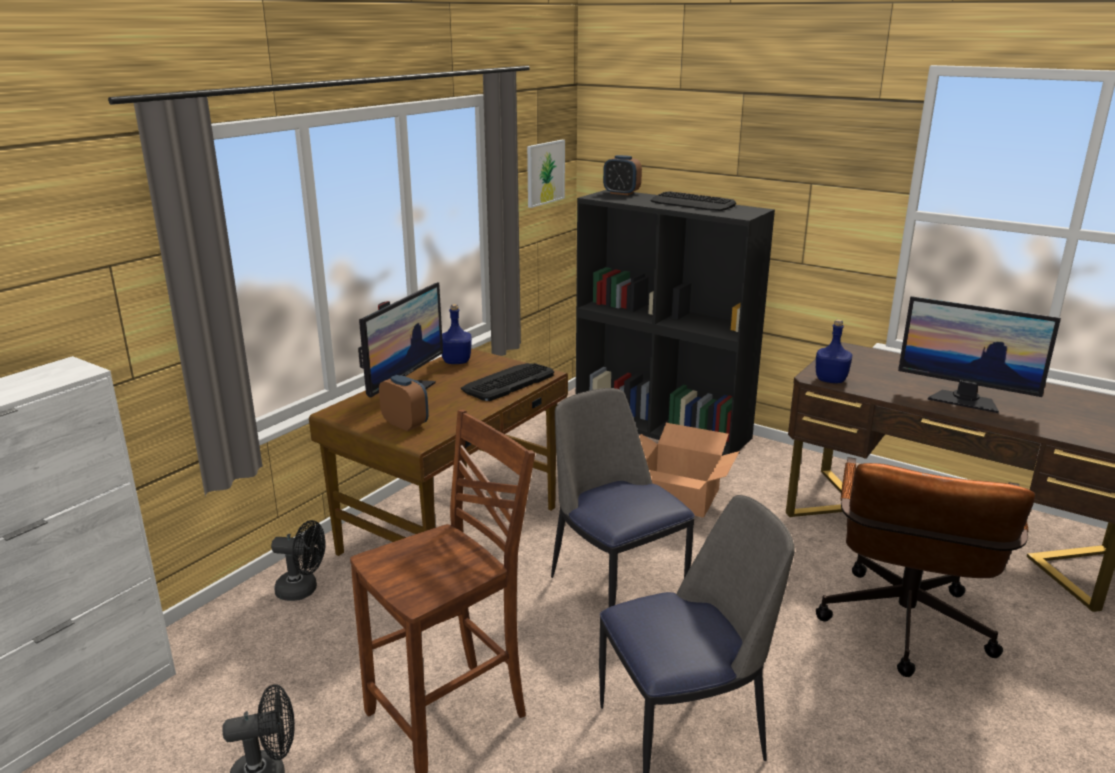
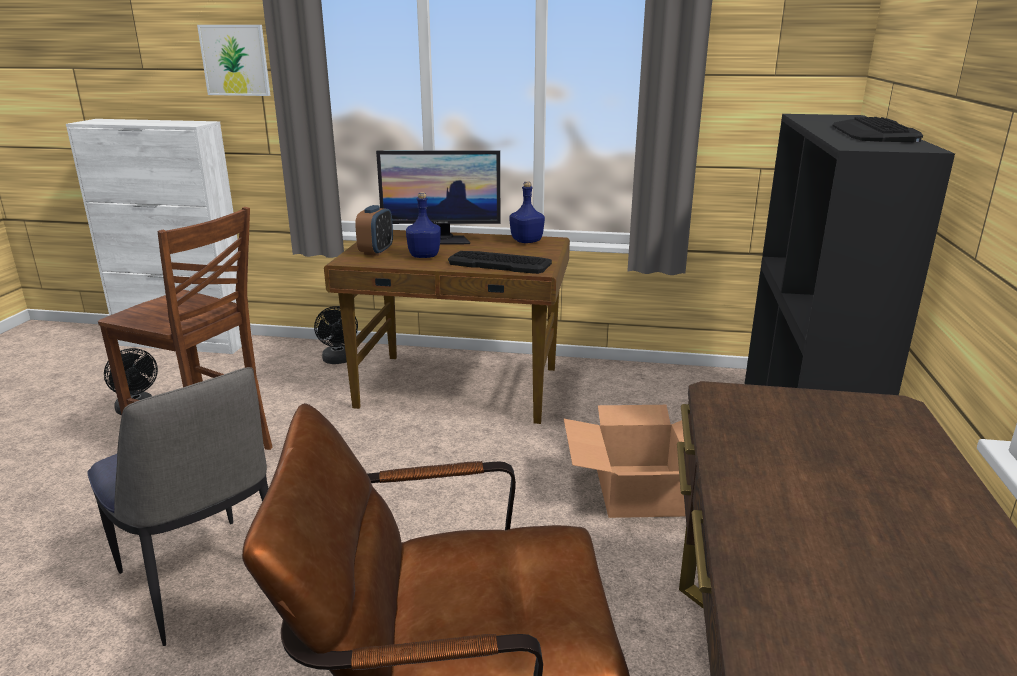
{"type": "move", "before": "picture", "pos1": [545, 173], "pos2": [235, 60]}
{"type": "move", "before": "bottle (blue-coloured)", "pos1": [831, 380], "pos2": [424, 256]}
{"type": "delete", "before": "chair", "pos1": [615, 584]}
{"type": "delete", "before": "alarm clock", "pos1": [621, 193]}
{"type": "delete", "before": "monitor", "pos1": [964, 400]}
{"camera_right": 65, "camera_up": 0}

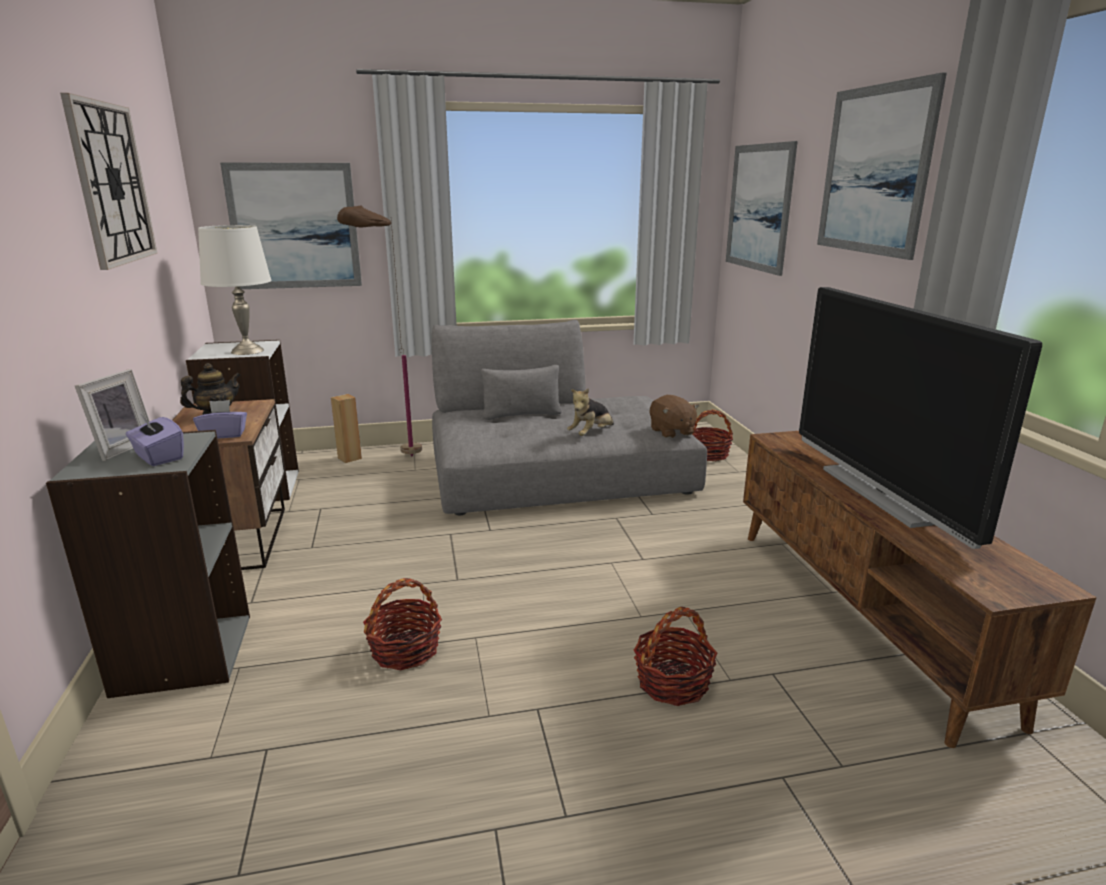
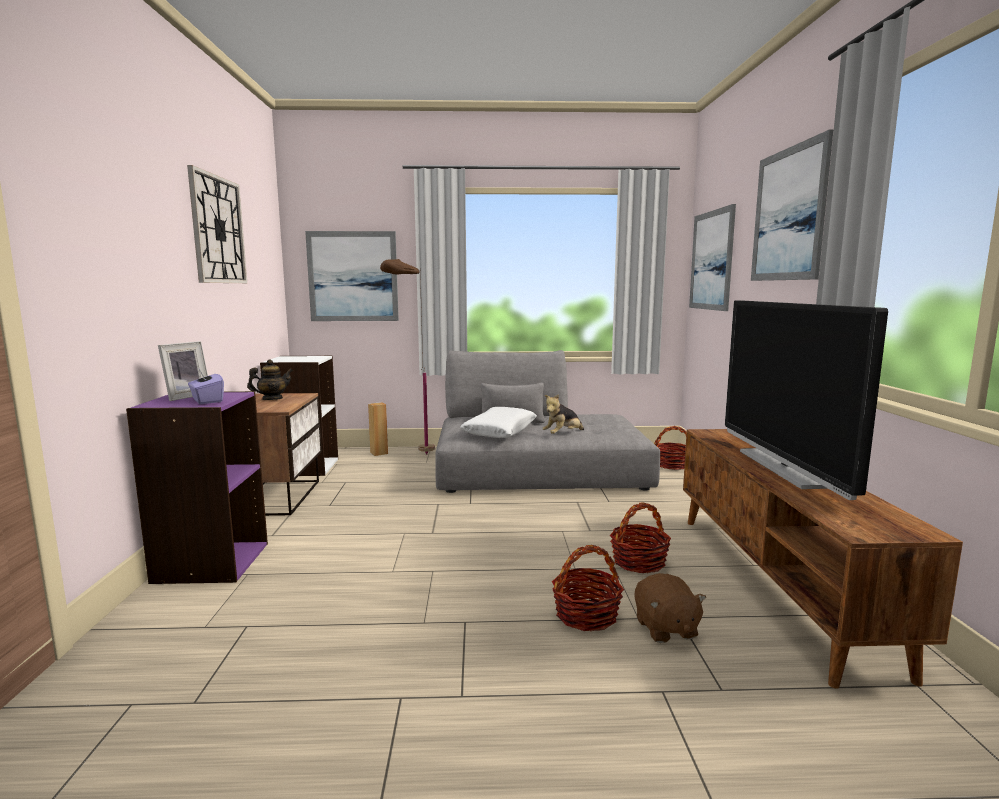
{"type": "recolor", "before": "bookshelf (greyish)", "after": "bookshelf (purplish)", "pos1": [182, 654], "pos2": [211, 562]}
{"type": "insert", "after": "throw pillow (white-coloured)", "pos2": [499, 431]}
{"type": "move", "before": "household basket", "pos1": [405, 649], "pos2": [639, 562]}
{"type": "move", "before": "cuddly toy (brownish)", "pos1": [671, 432], "pos2": [665, 628]}
{"type": "delete", "before": "tissue box (purplish)", "pos1": [224, 434]}
{"type": "delete", "before": "tabletop lamp (white-coloured)", "pos1": [247, 351]}
{"camera_right": 10, "camera_up": -10}

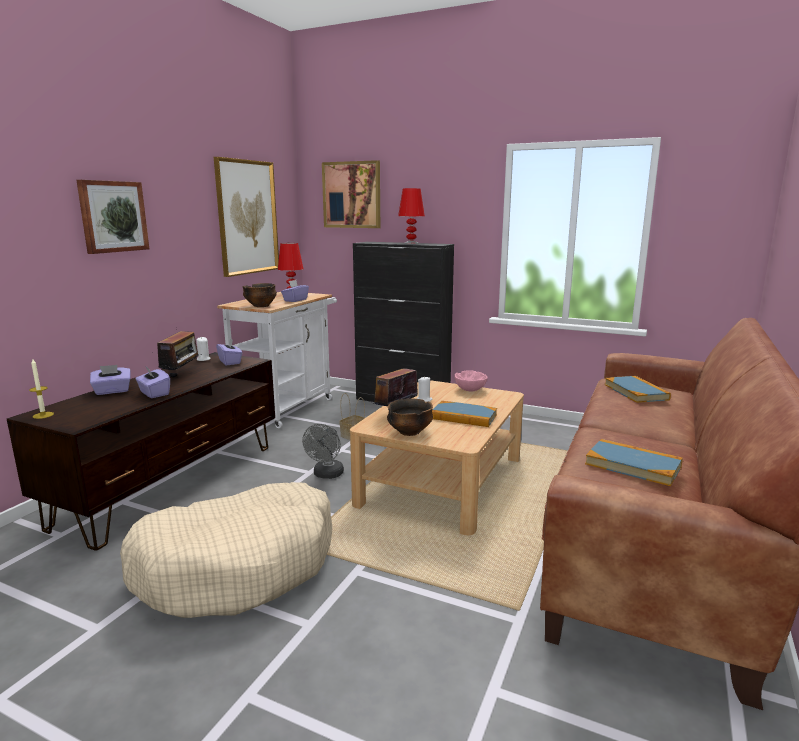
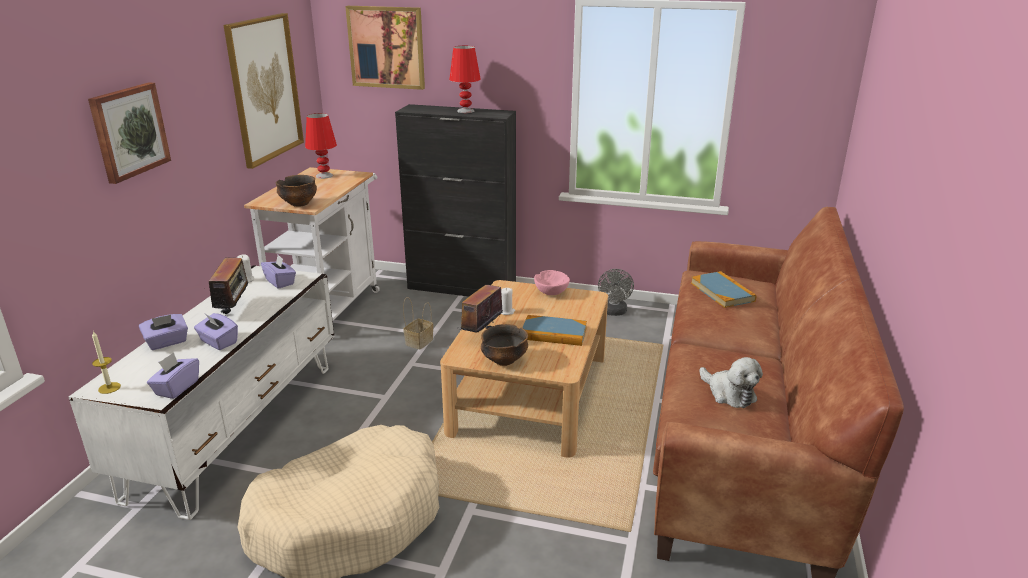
{"type": "recolor", "before": "tv unit (brownish)", "after": "tv unit (white-coloured)", "pos1": [173, 483], "pos2": [237, 427]}
{"type": "move", "before": "tissue box (purplish)", "pos1": [295, 300], "pos2": [176, 388]}
{"type": "move", "before": "cooling fan (greyish)", "pos1": [326, 475], "pos2": [614, 312]}
{"type": "replace", "before": "book", "after": "cuddly toy", "pos1": [633, 465], "pos2": [729, 393]}
{"camera_right": -10, "camera_up": 10}

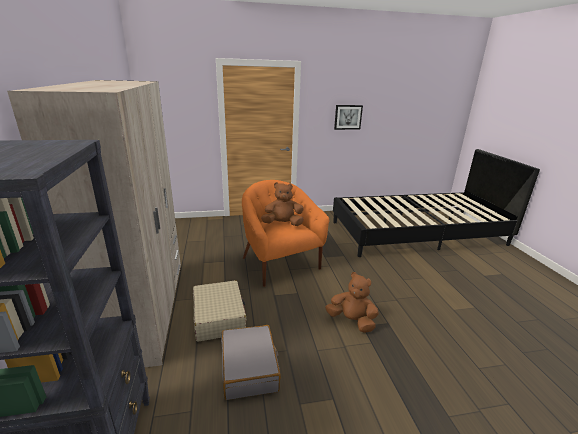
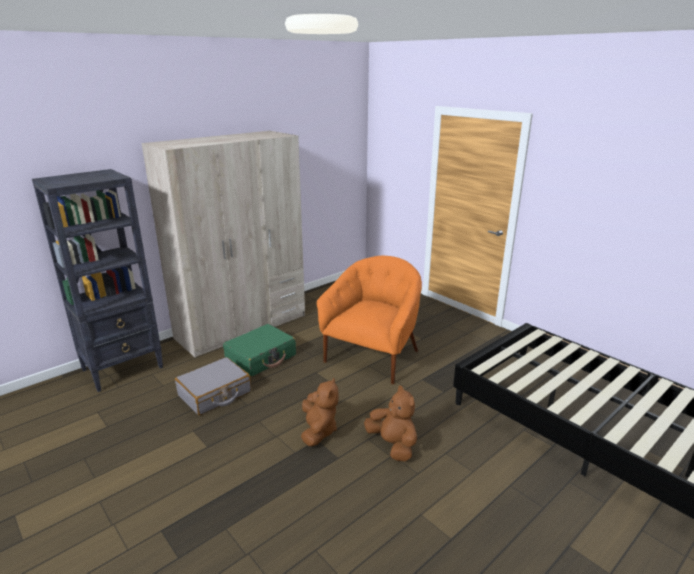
{"type": "recolor", "before": "suitcase (beige)", "after": "suitcase (green)", "pos1": [219, 317], "pos2": [261, 358]}
{"type": "move", "before": "cuddly toy (brownish)", "pos1": [283, 224], "pos2": [393, 445]}
{"type": "delete", "before": "picture", "pos1": [348, 117]}
{"camera_right": 60, "camera_up": 0}

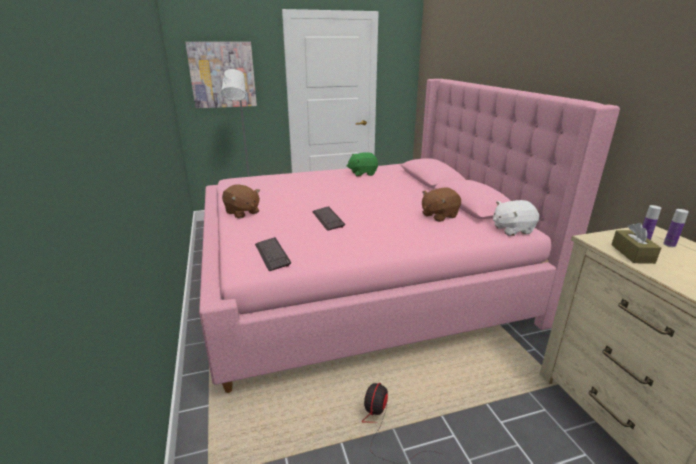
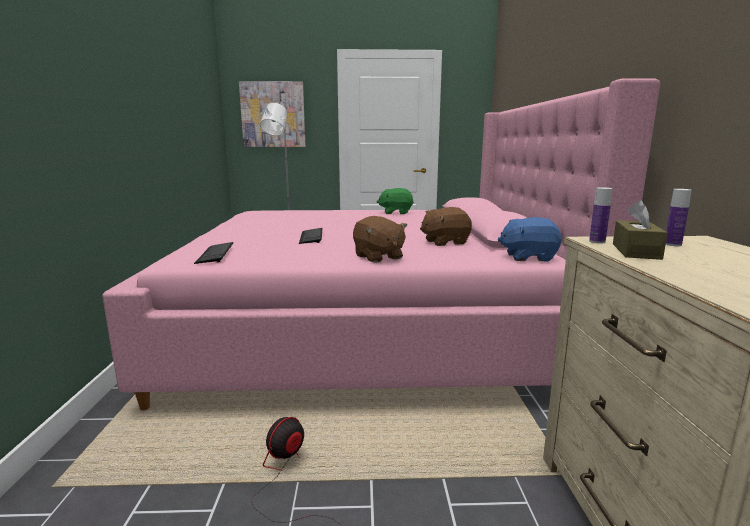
{"type": "move", "before": "cuddly toy (brownish)", "pos1": [242, 213], "pos2": [378, 257]}
{"type": "recolor", "before": "cuddly toy (white-coloured)", "after": "cuddly toy (blue-coloured)", "pos1": [512, 229], "pos2": [528, 257]}
{"type": "move", "before": "bottle", "pos1": [669, 245], "pos2": [597, 241]}
{"camera_right": 15, "camera_up": -10}

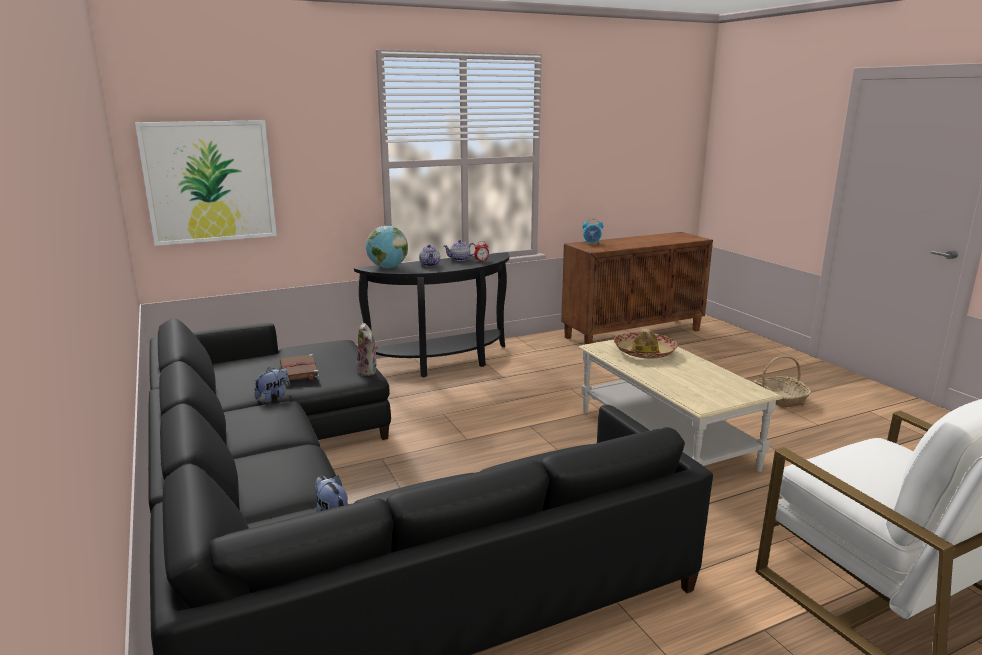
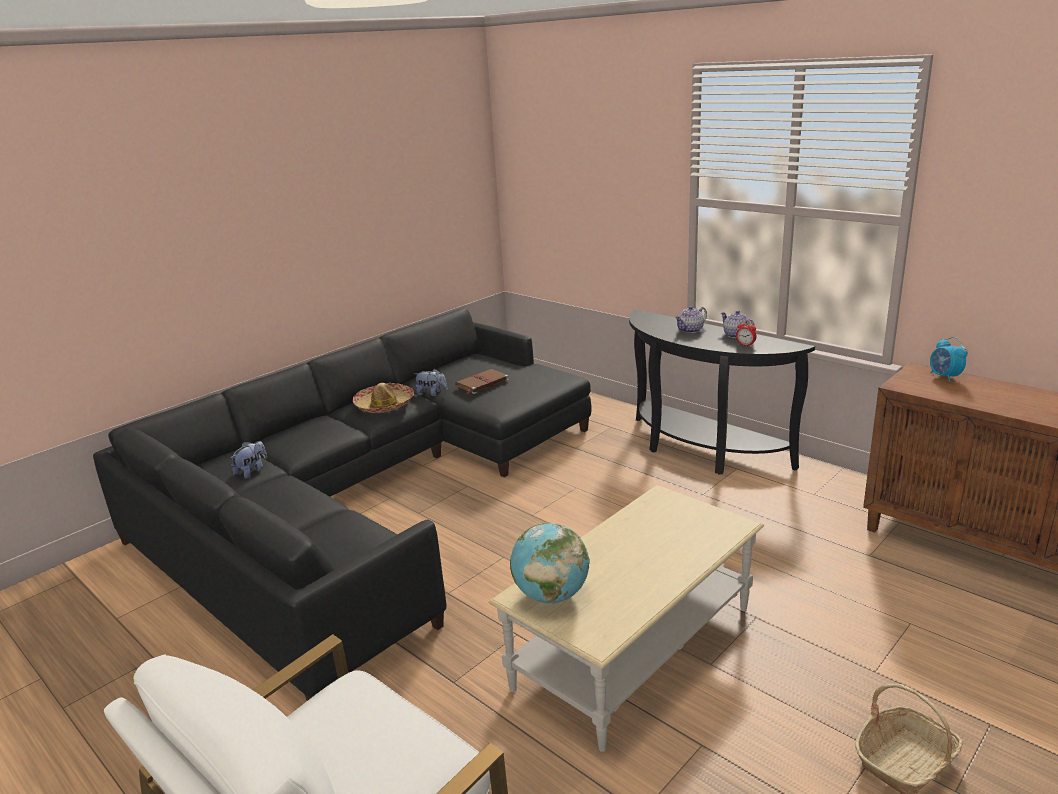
{"type": "move", "before": "hat", "pos1": [644, 352], "pos2": [384, 405]}
{"type": "move", "before": "globe", "pos1": [387, 267], "pos2": [551, 595]}
{"type": "delete", "before": "picture", "pos1": [209, 182]}
{"type": "delete", "before": "cuddly toy", "pos1": [369, 371]}
{"camera_right": 70, "camera_up": 5}

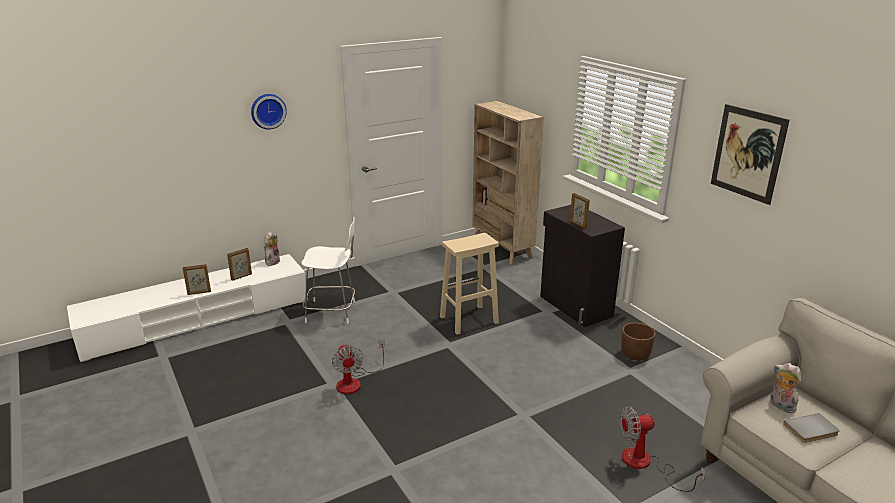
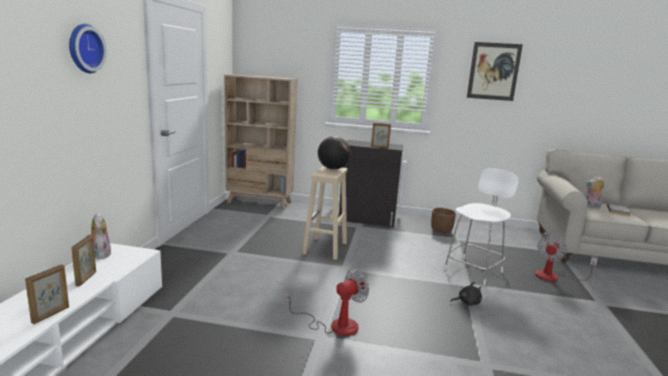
{"type": "rotate", "before": "cooling fan", "pos1": [355, 382], "pos2": [334, 325], "turn": -60}
{"type": "insert", "after": "globe", "pos2": [332, 169]}
{"type": "move", "before": "sitting stool (white-coloured)", "pos1": [333, 312], "pos2": [474, 270]}
{"type": "insert", "after": "cuddly toy (black)", "pos2": [467, 302]}
{"camera_right": -50, "camera_up": -10}

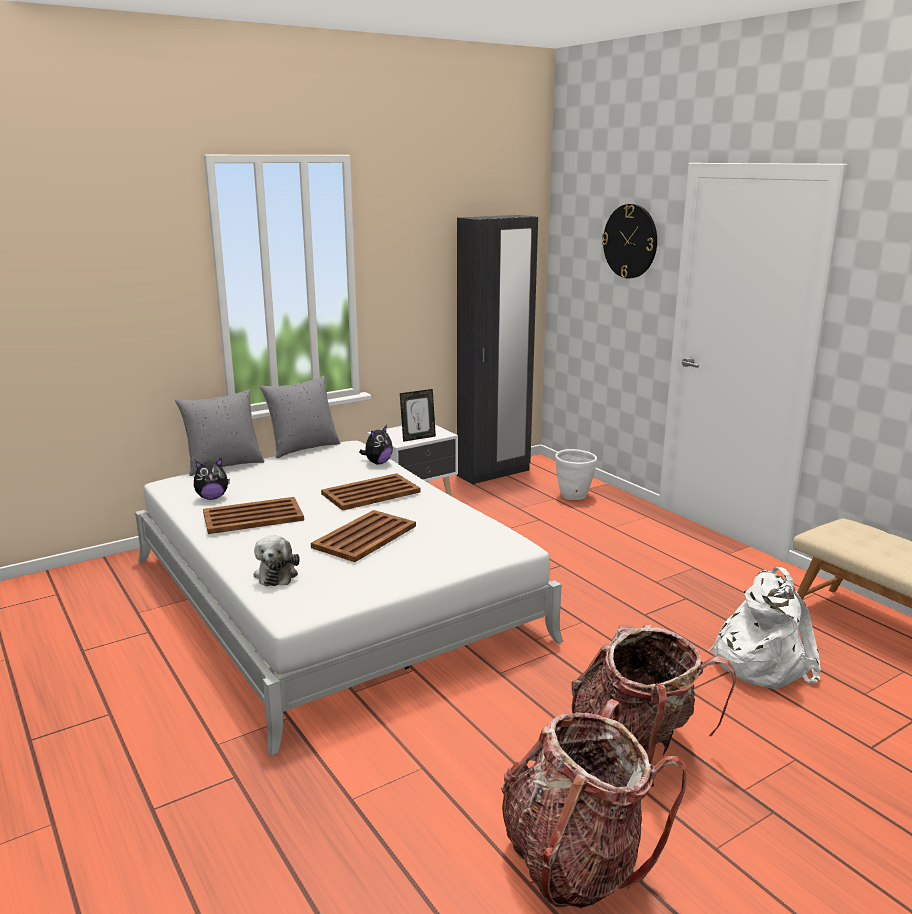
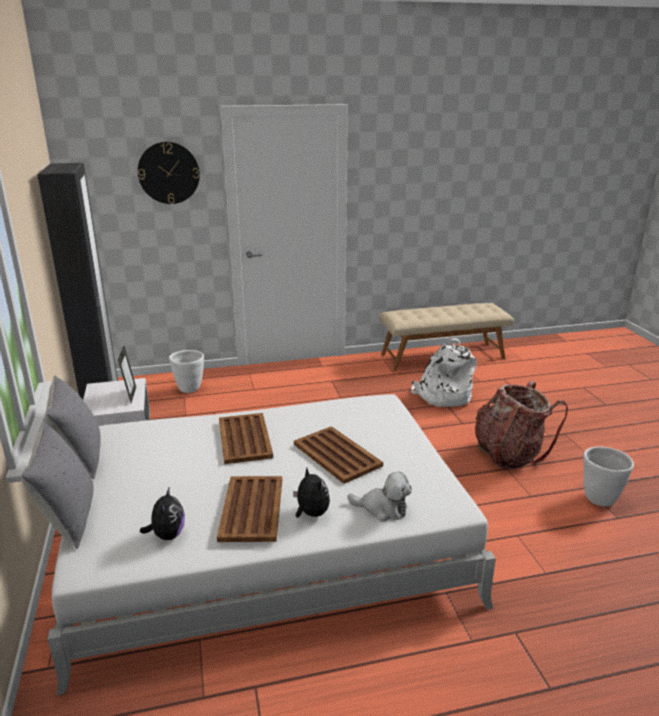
{"type": "move", "before": "cuddly toy", "pos1": [378, 463], "pos2": [311, 513]}
{"type": "replace", "before": "rucksack", "after": "flower pot (white-coloured)", "pos1": [575, 860], "pos2": [599, 498]}
{"camera_right": -70, "camera_up": 5}

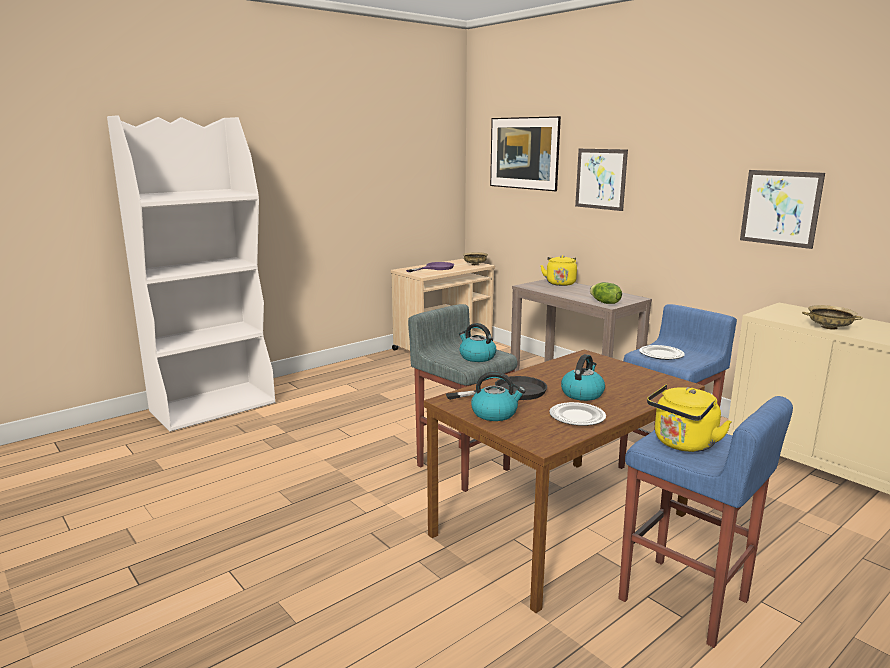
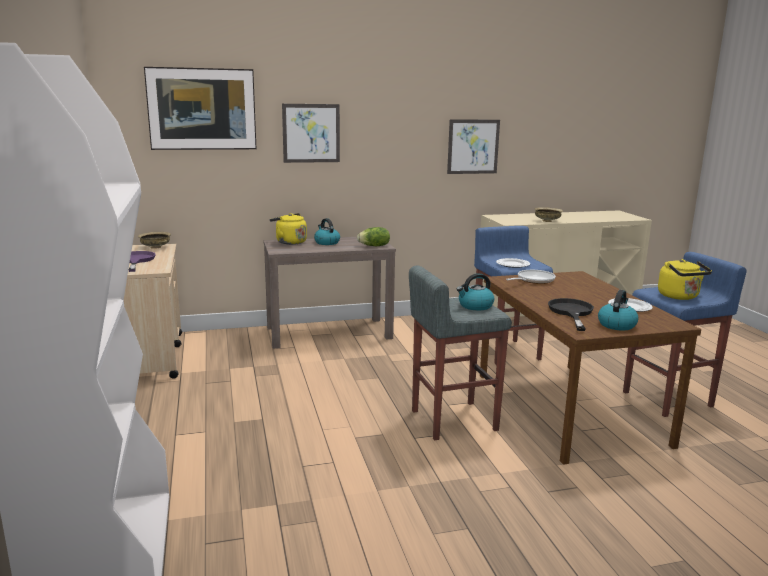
{"type": "move", "before": "kettle", "pos1": [582, 393], "pos2": [326, 242]}
{"type": "insert", "after": "pan", "pos2": [533, 280]}
{"camera_right": -65, "camera_up": 0}

